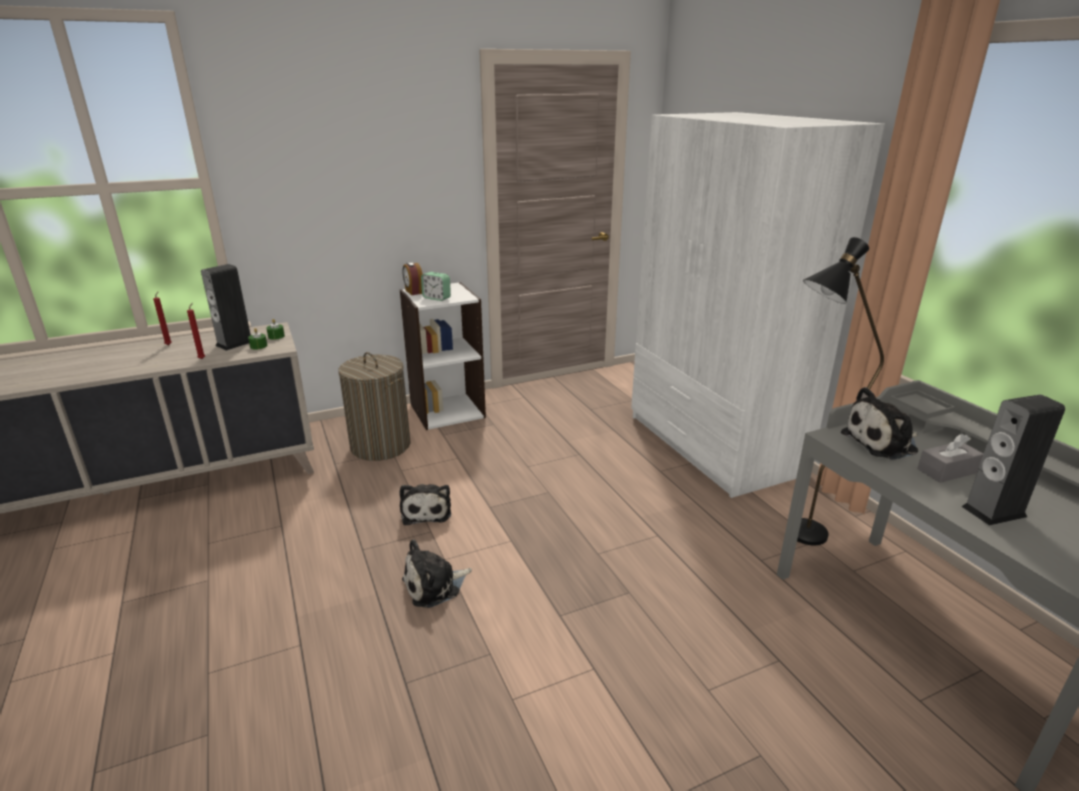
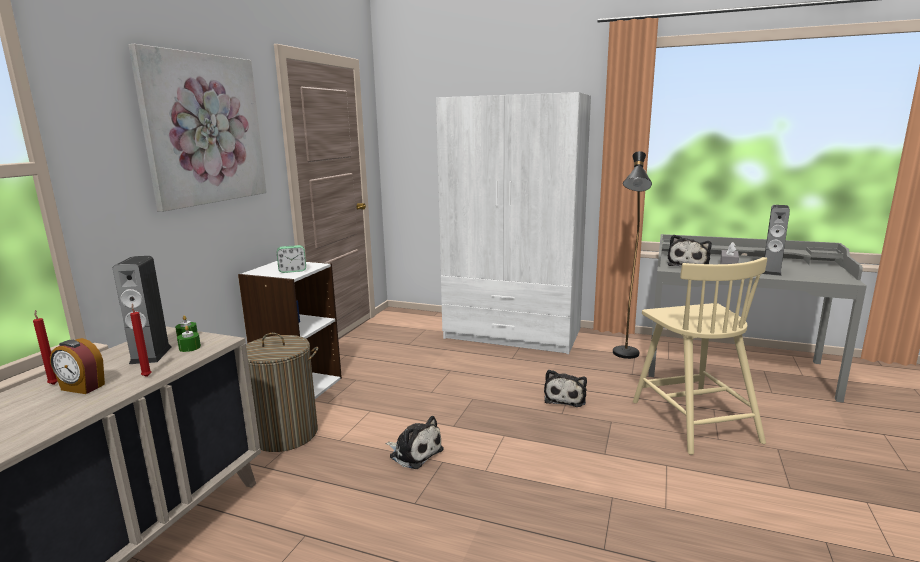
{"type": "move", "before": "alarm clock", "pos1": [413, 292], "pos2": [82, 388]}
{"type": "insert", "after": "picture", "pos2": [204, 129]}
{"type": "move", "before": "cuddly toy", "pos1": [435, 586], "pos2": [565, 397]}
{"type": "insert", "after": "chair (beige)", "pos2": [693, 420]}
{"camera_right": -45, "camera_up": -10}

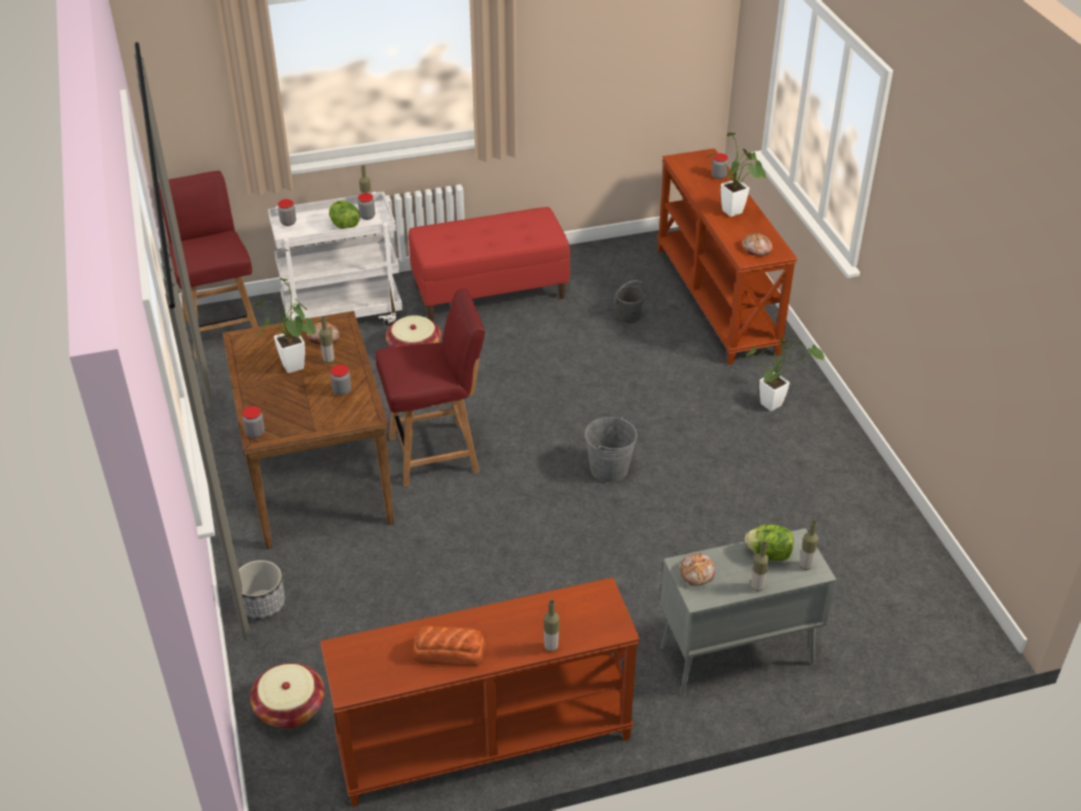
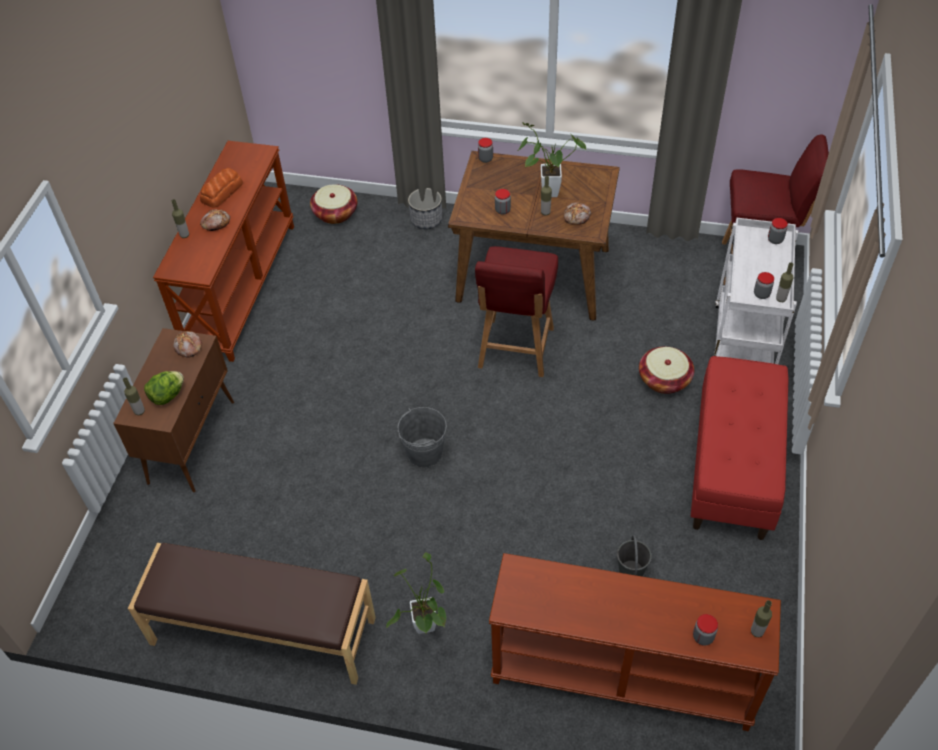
{"type": "recolor", "before": "cabinet (greyish)", "after": "cabinet (brownish)", "pos1": [735, 656], "pos2": [192, 441]}
{"type": "insert", "after": "indoor bench (brownish)", "pos2": [262, 632]}
{"type": "move", "before": "bakery bread", "pos1": [756, 249], "pos2": [215, 223]}
{"type": "move", "before": "bottle", "pos1": [757, 587], "pos2": [757, 632]}
{"type": "delete", "before": "lettuce head", "pos1": [344, 226]}
{"type": "delete", "before": "potted plant", "pos1": [734, 214]}
{"camera_right": 120, "camera_up": 10}

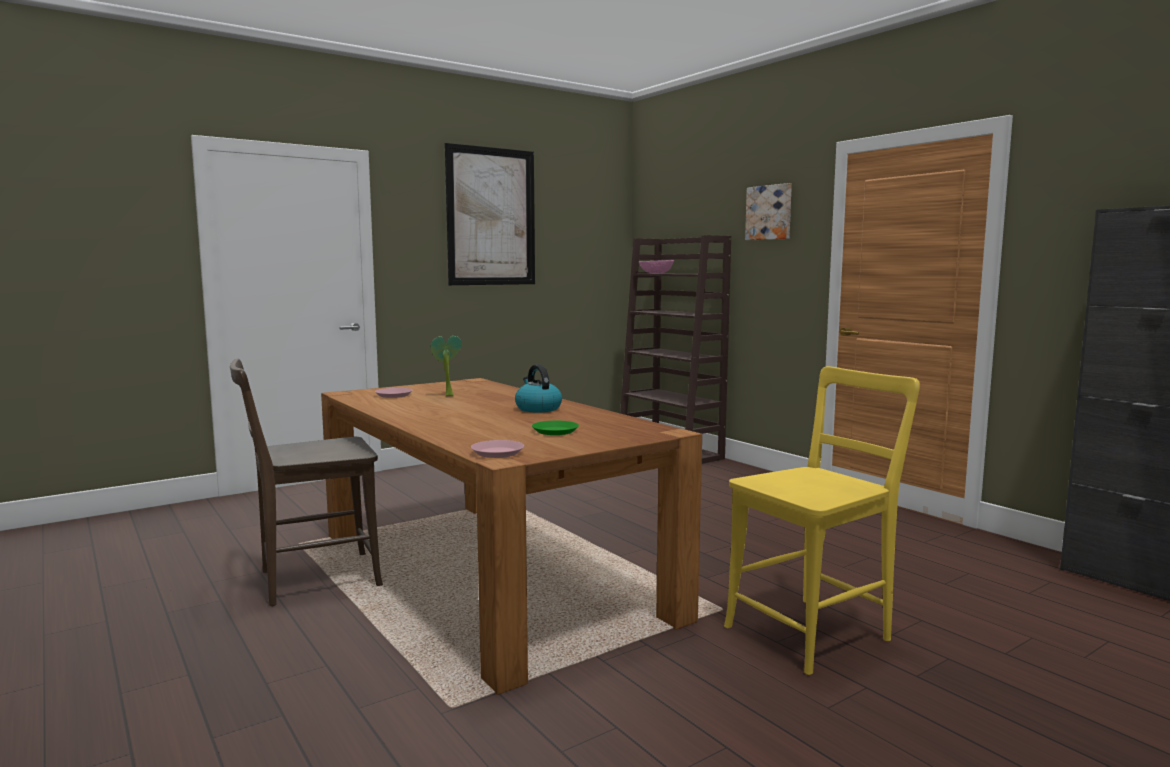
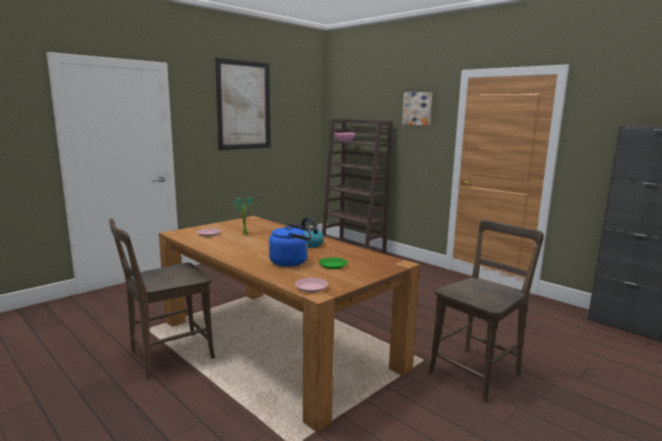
{"type": "insert", "after": "kettle (blue-coloured)", "pos2": [291, 262]}
{"type": "recolor", "before": "chair (yellowish)", "after": "chair (brownish)", "pos1": [813, 631], "pos2": [477, 371]}
{"camera_right": -10, "camera_up": 5}

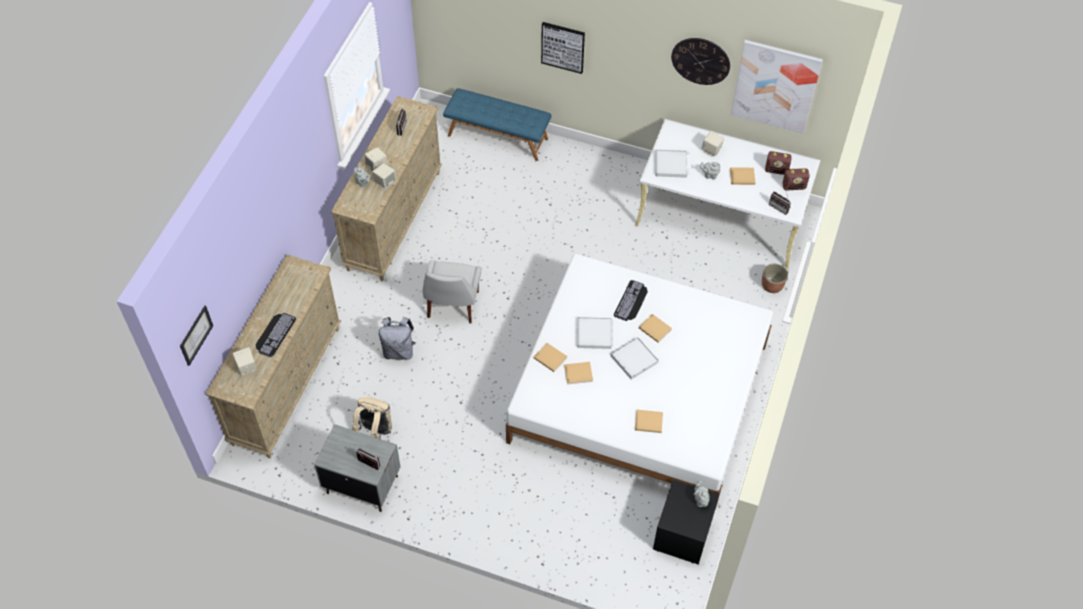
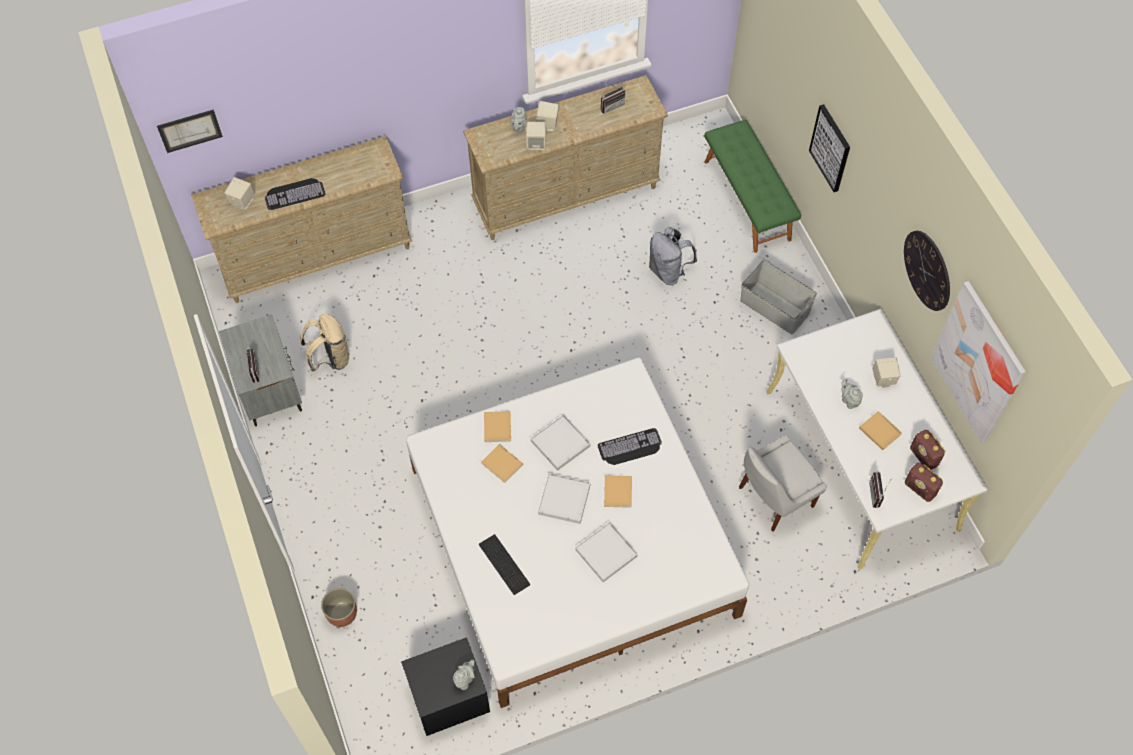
{"type": "move", "before": "flower pot", "pos1": [772, 285], "pos2": [342, 614]}
{"type": "replace", "before": "book (beige)", "after": "PC keyboard", "pos1": [647, 421], "pos2": [502, 564]}
{"type": "move", "before": "serving tray (white-coloured)", "pos1": [670, 165], "pos2": [606, 553]}
{"type": "move", "before": "rucksack (greyish)", "pos1": [399, 351], "pos2": [668, 271]}
{"type": "recolor", "before": "indoor bench (blue-coloured)", "after": "indoor bench (green)", "pos1": [498, 136], "pos2": [748, 200]}
{"type": "move", "before": "chair (white-coloured)", "pos1": [452, 306], "pos2": [773, 498]}
{"type": "insert", "after": "storage bin (greyish)", "pos2": [774, 308]}
{"camera_right": 50, "camera_up": 5}

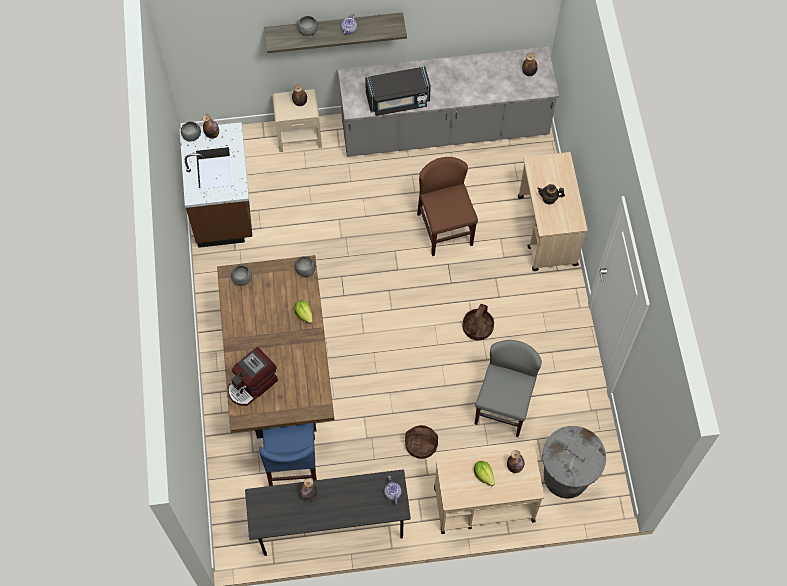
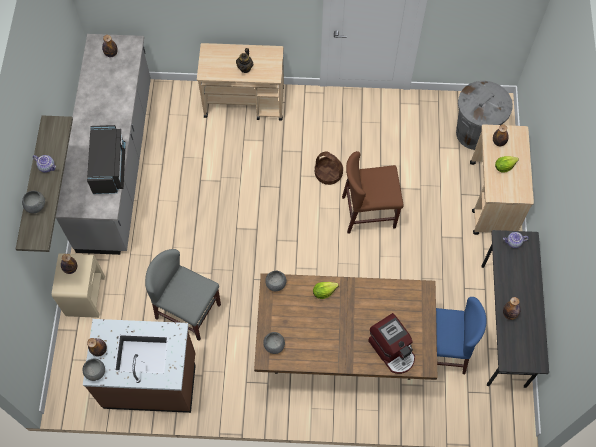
{"type": "move", "before": "chair (greyish)", "pos1": [503, 406], "pos2": [188, 311]}
{"type": "move", "before": "chair (brownish)", "pos1": [445, 229], "pos2": [368, 212]}
{"type": "delete", "before": "household basket", "pos1": [421, 445]}
{"camera_right": -80, "camera_up": 0}

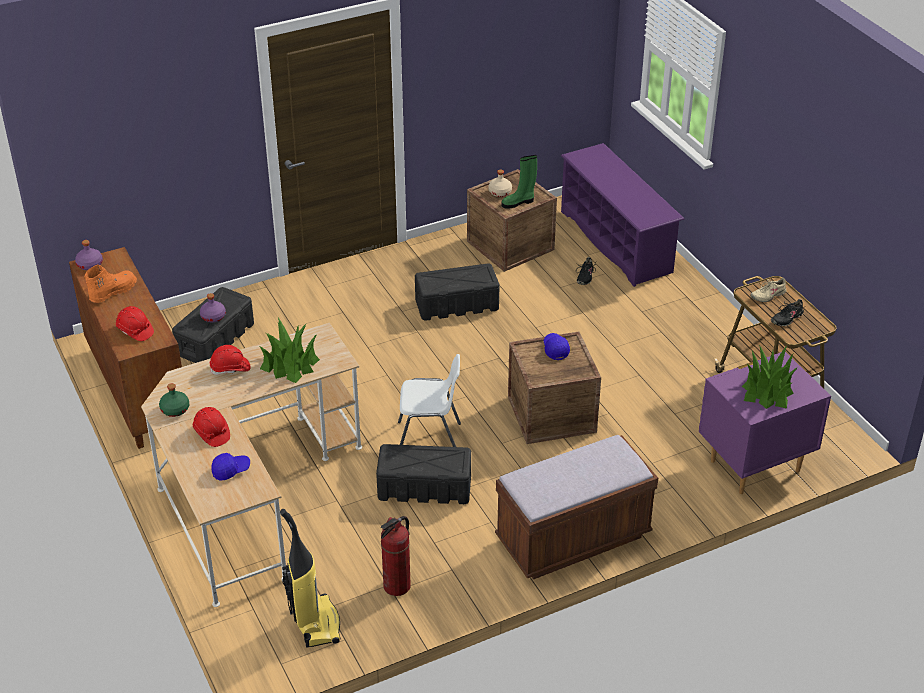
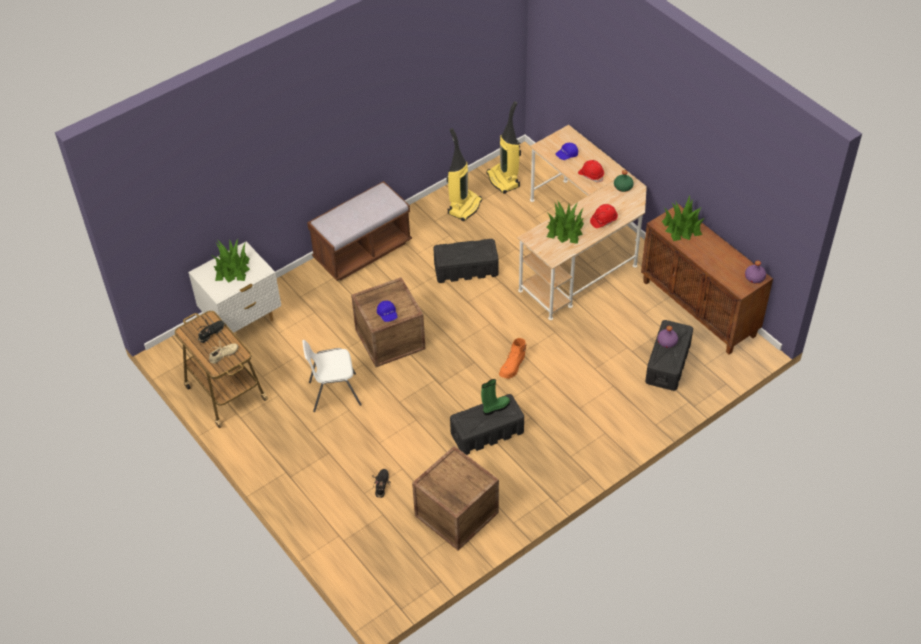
{"type": "recolor", "before": "night table (purplish)", "after": "night table (white-coloured)", "pos1": [754, 465], "pos2": [242, 322]}
{"type": "move", "before": "chair (white-coloured)", "pos1": [429, 441], "pos2": [334, 393]}
{"type": "replace", "before": "fire-fighting cylinder", "after": "vacuum cleaner", "pos1": [397, 586], "pos2": [464, 206]}
{"type": "move", "before": "boot (green)", "pos1": [518, 202], "pos2": [495, 408]}
{"type": "move", "before": "boot (orangey)", "pos1": [112, 292], "pos2": [513, 366]}
{"type": "replace", "before": "hard hat (red-coloured)", "after": "potted plant", "pos1": [135, 331], "pos2": [682, 227]}
{"type": "delete", "before": "bottle (beige)", "pos1": [500, 192]}
{"type": "delete", "before": "shoe stand (purplish)", "pos1": [616, 242]}
{"camera_right": 170, "camera_up": 10}

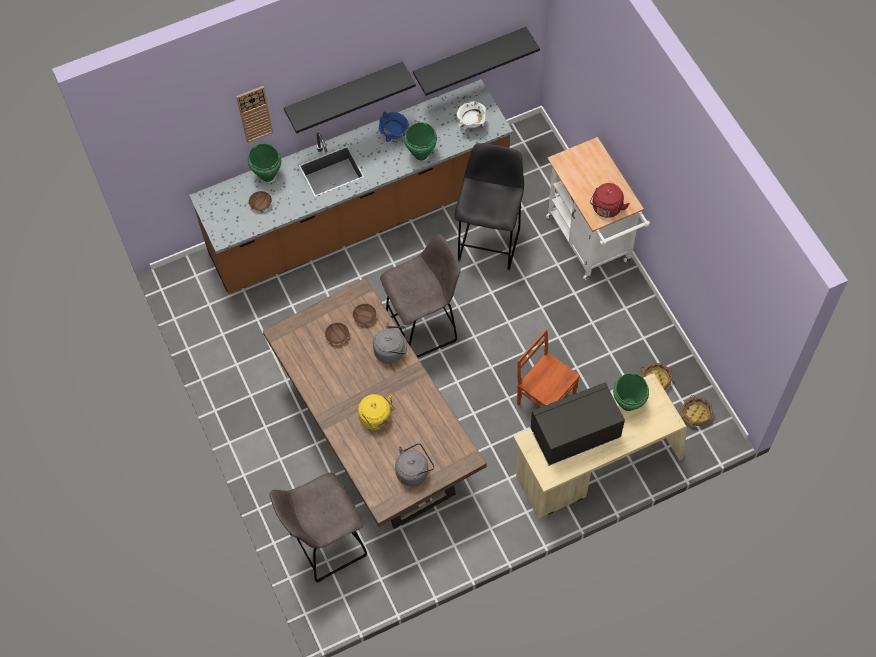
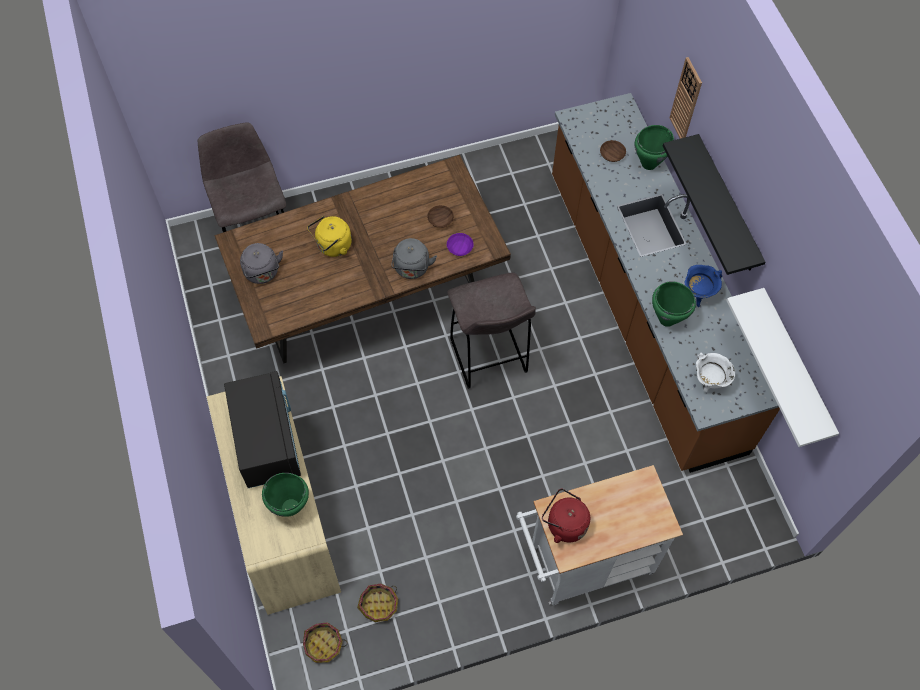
{"type": "recolor", "before": "serving bowl (brownish)", "after": "serving bowl (purplish)", "pos1": [365, 317], "pos2": [459, 248]}
{"type": "recolor", "before": "wall shelf (black)", "after": "wall shelf (white-coloured)", "pos1": [469, 57], "pos2": [795, 366]}
{"type": "delete", "before": "sitting stool (black)", "pos1": [489, 242]}
{"type": "delete", "before": "chair (brownish)", "pos1": [545, 399]}
{"camera_right": 95, "camera_up": 0}

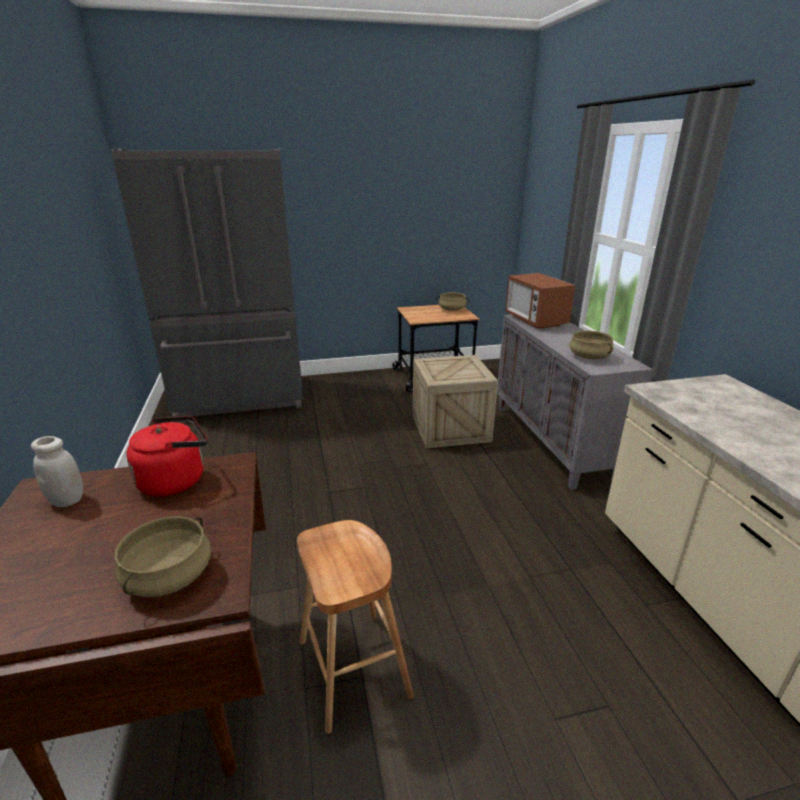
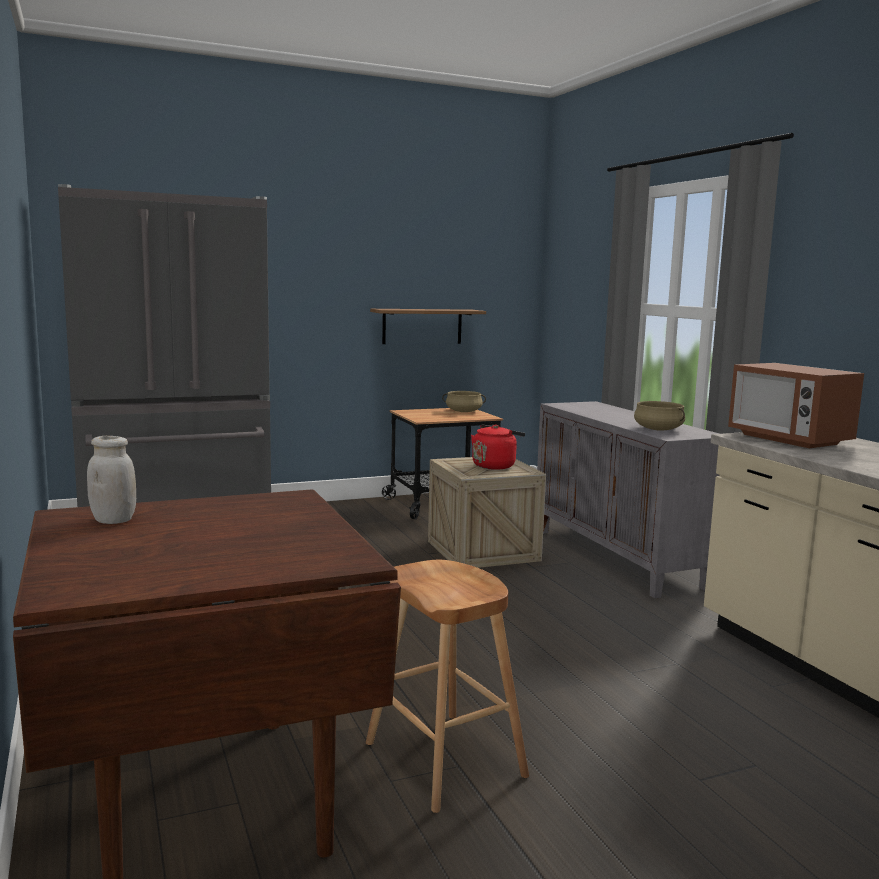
{"type": "insert", "after": "wall shelf", "pos2": [422, 326]}
{"type": "move", "before": "kettle (red-coloured)", "pos1": [176, 480], "pos2": [495, 466]}
{"type": "move", "before": "microwave oven", "pos1": [535, 321], "pos2": [788, 439]}
{"type": "delete", "before": "saucepot (beige)", "pos1": [169, 576]}
{"camera_right": -10, "camera_up": -15}

